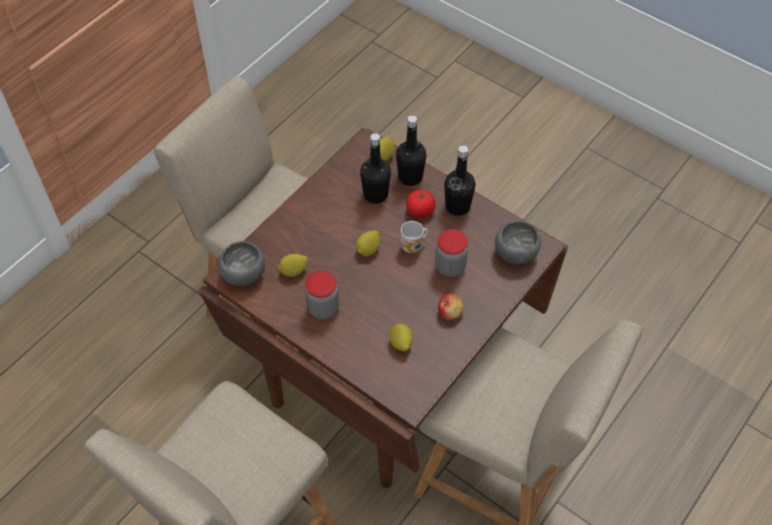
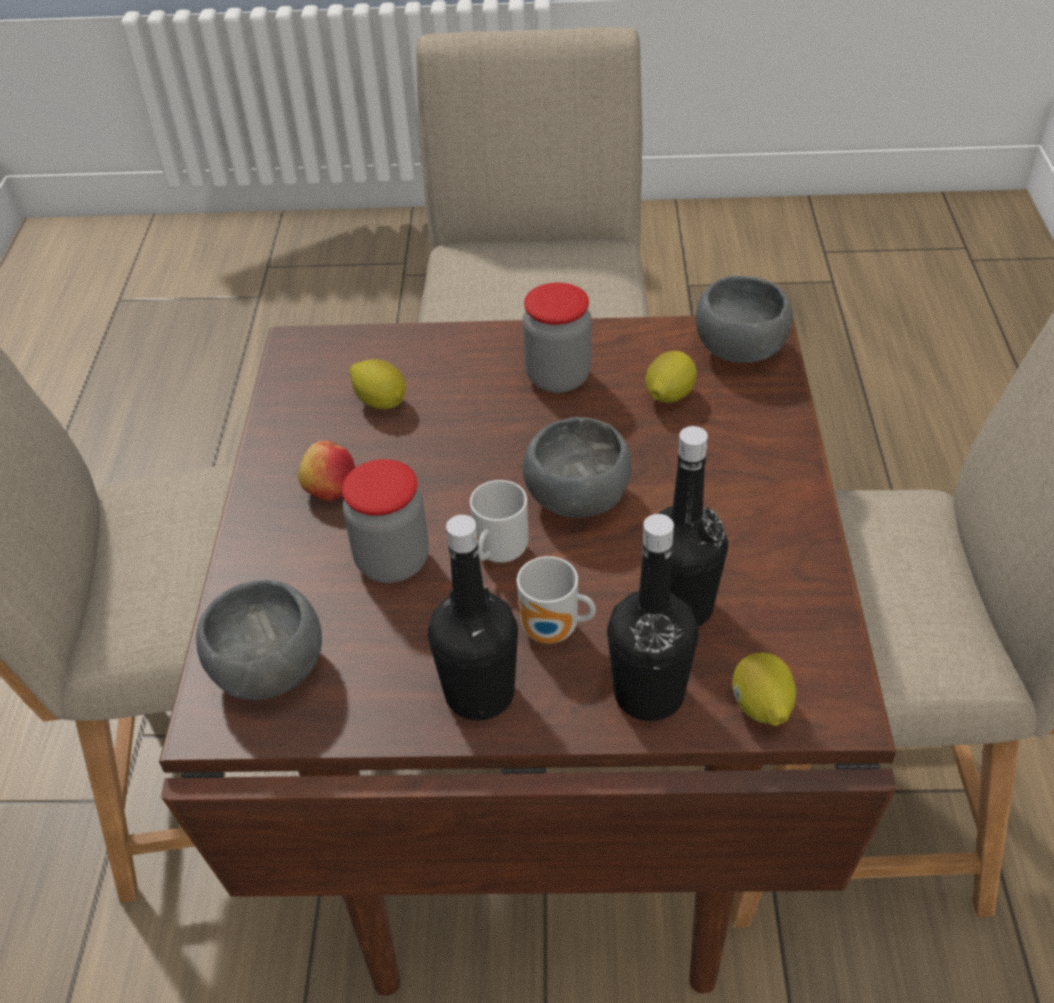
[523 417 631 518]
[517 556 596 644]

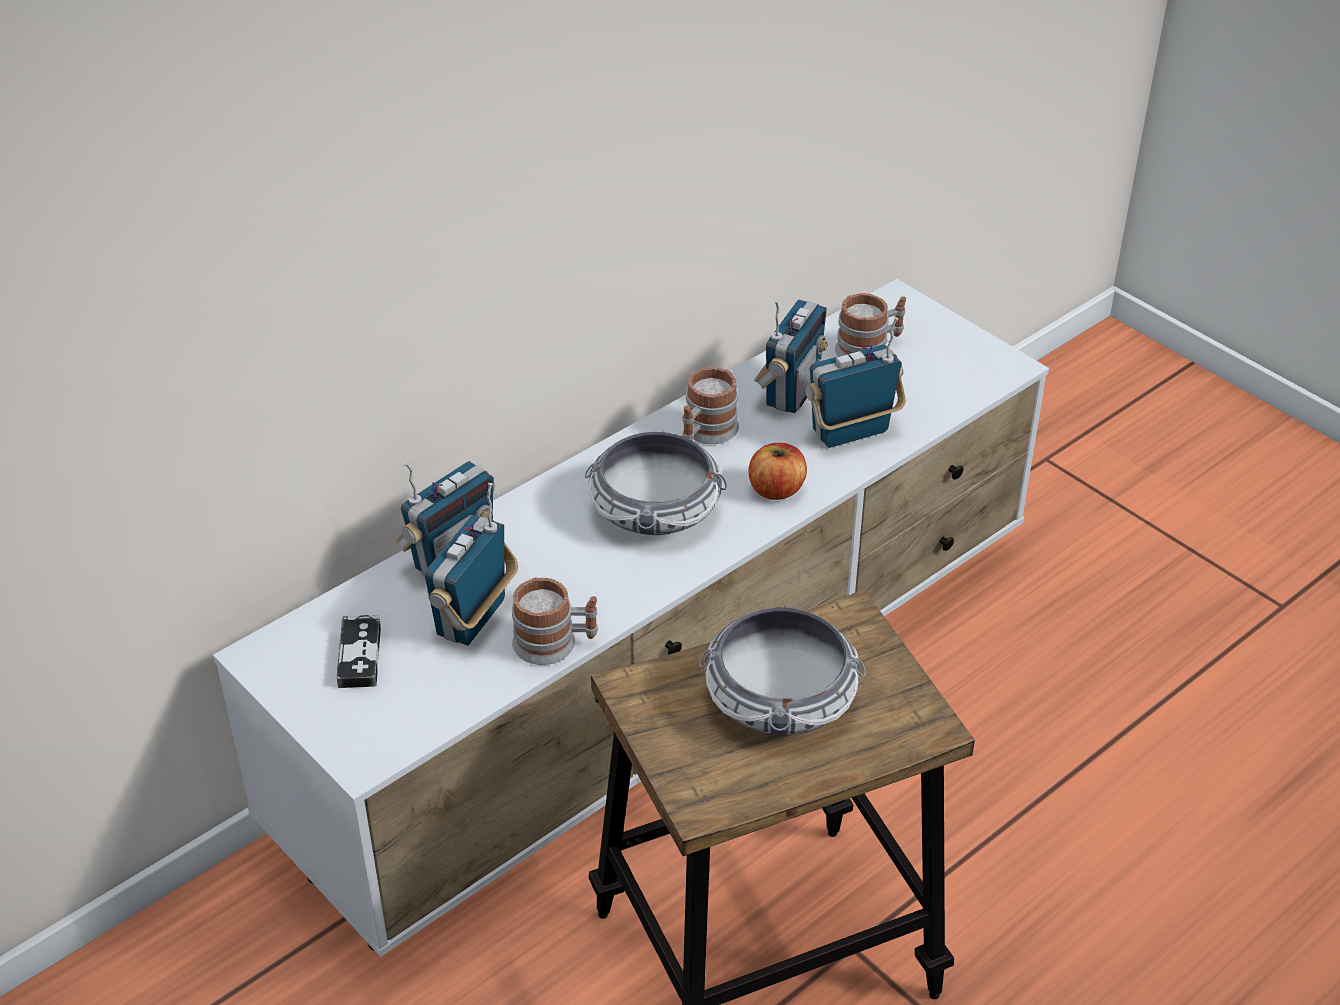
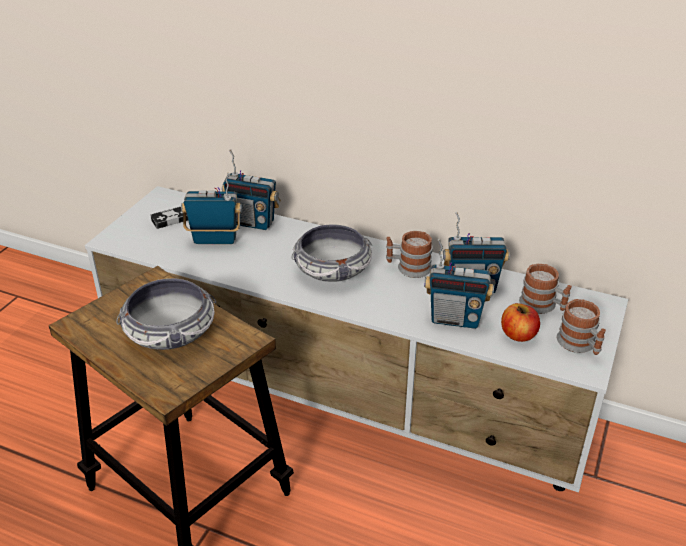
[557 299 606 355]
[501 303 540 342]
[424 239 494 329]

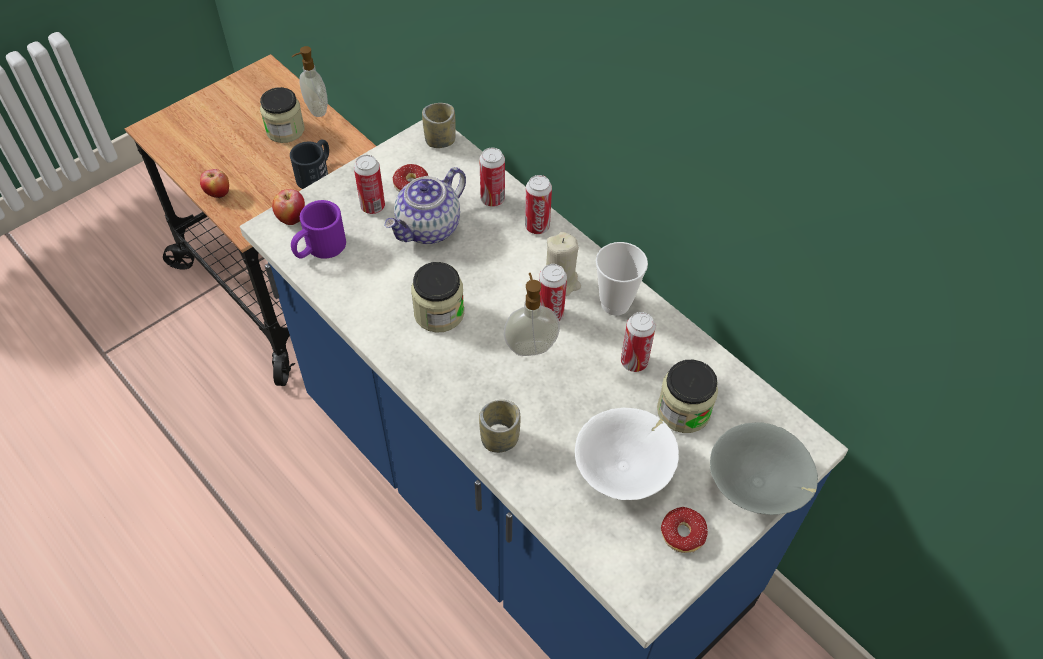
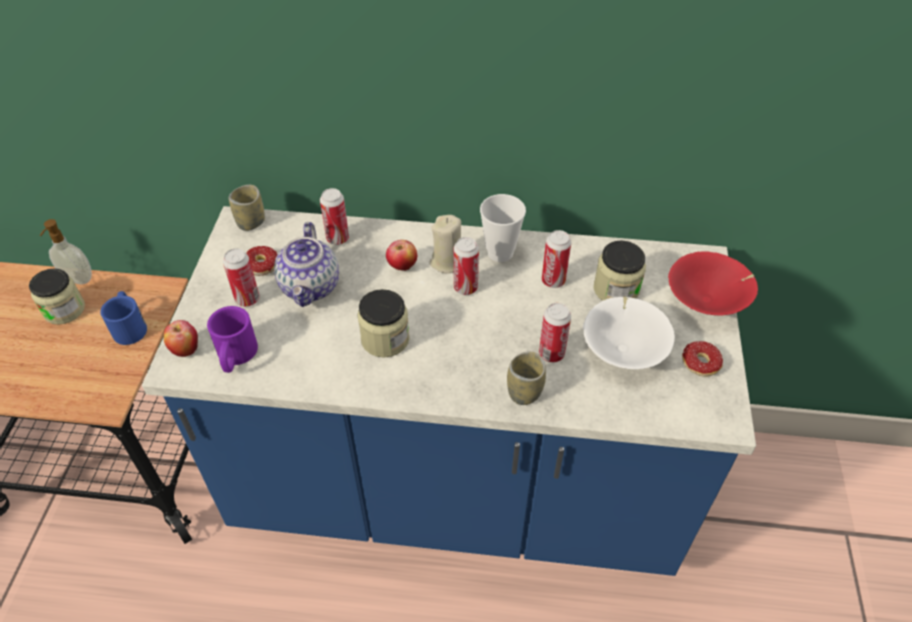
[504 273 560 356] (first image)
[386 240 417 271]
[539 303 571 362]
[100 291 147 345]
[668 251 758 316]

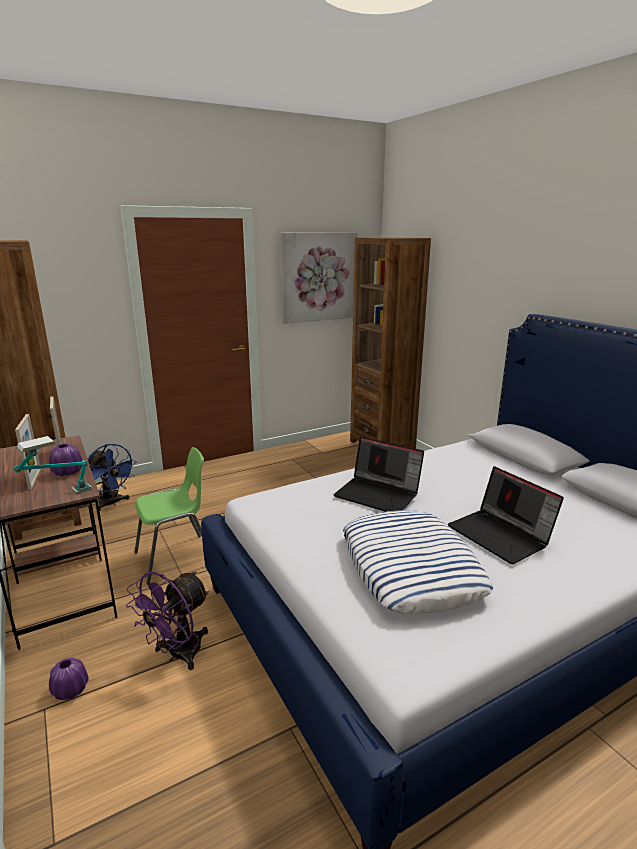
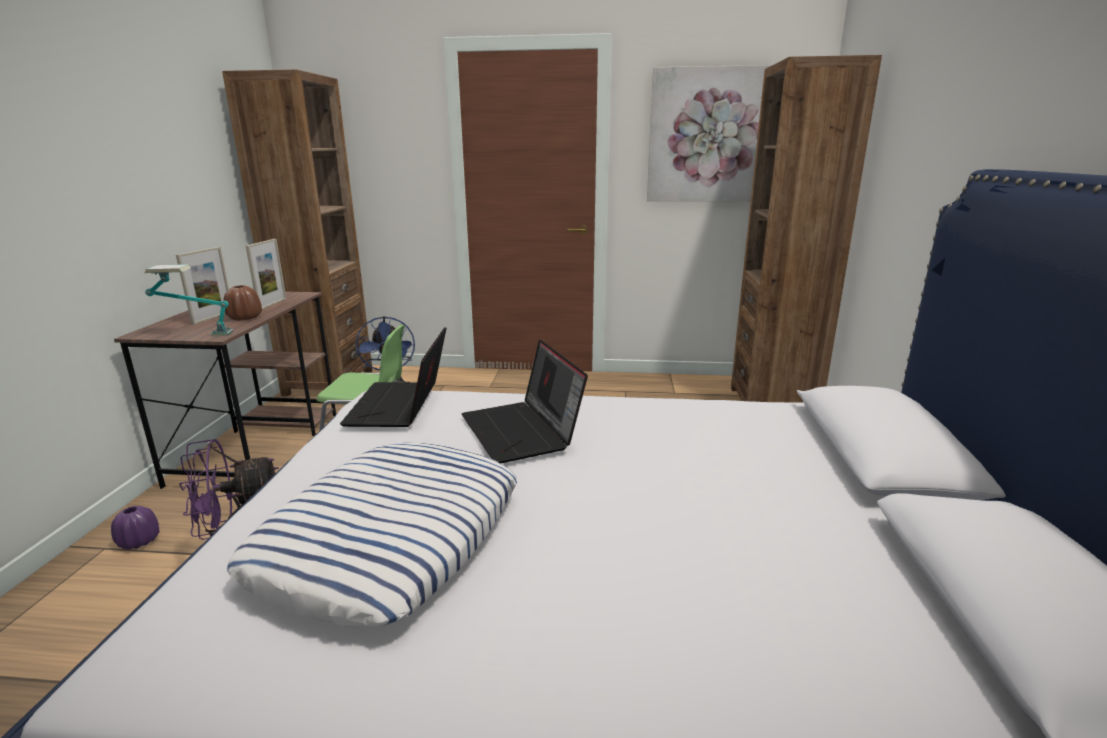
[340 327 446 427]
[223 285 262 321]

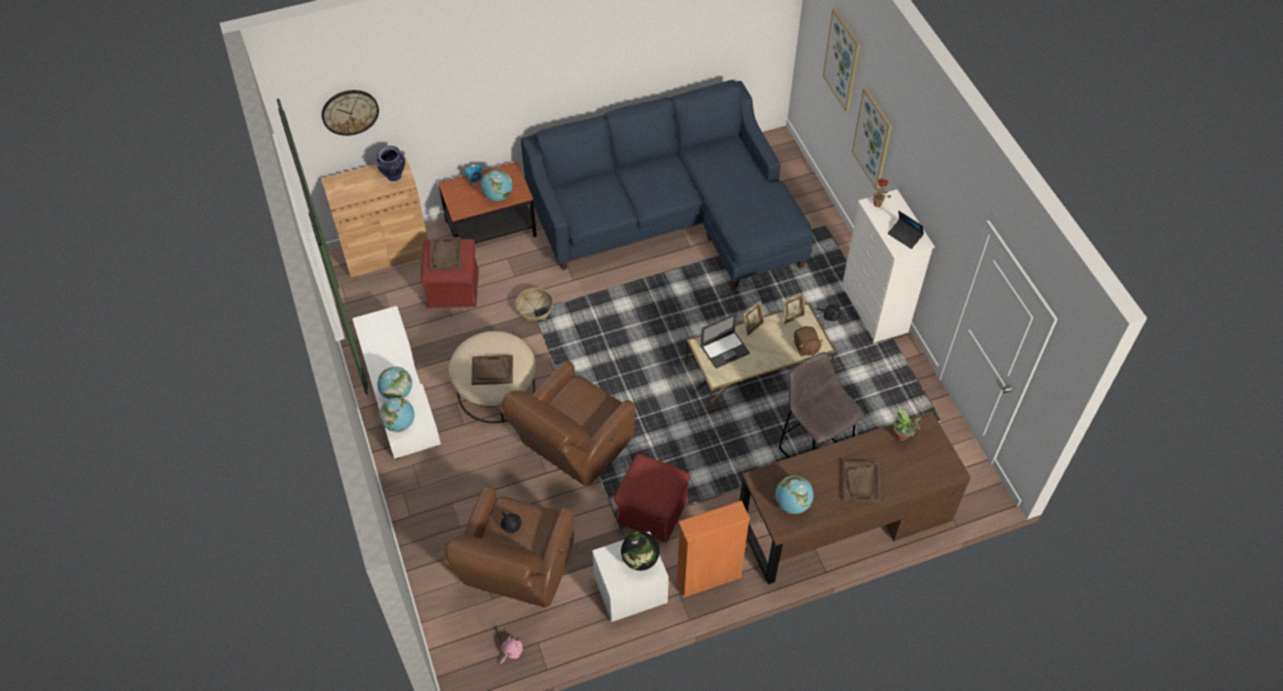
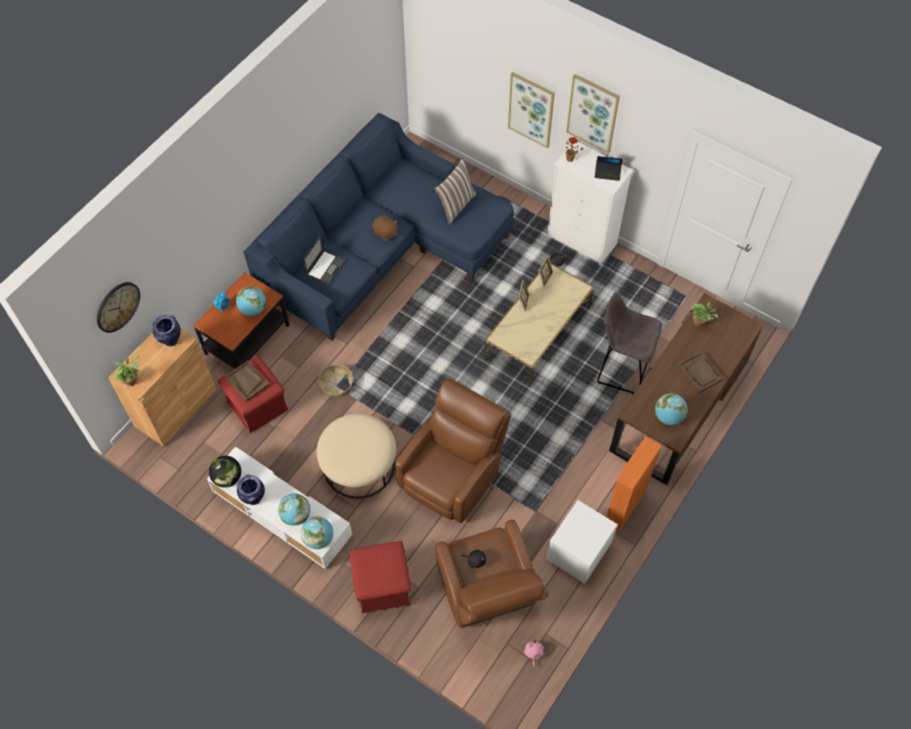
[471 355 513 385] (first image)
[114 356 140 386]
[237 474 265 505]
[434 157 476 225]
[350 541 412 613]
[209 456 241 488]
[303 235 346 285]
[372 215 398 241]
[566 74 620 154]
[395 378 511 523]

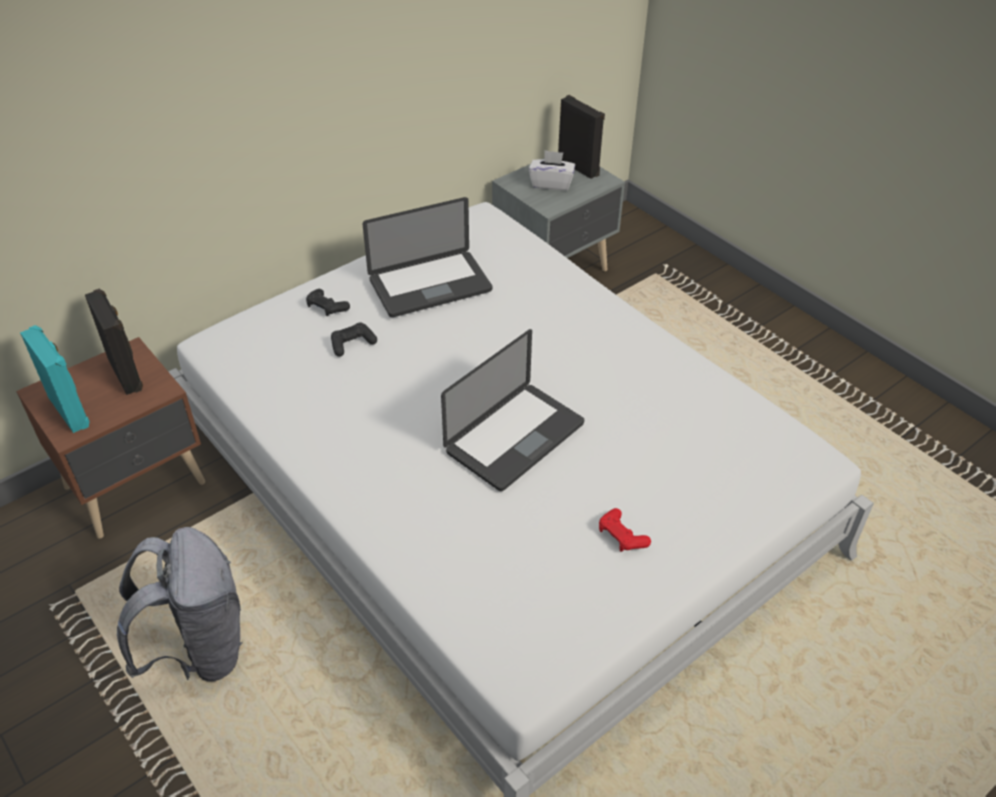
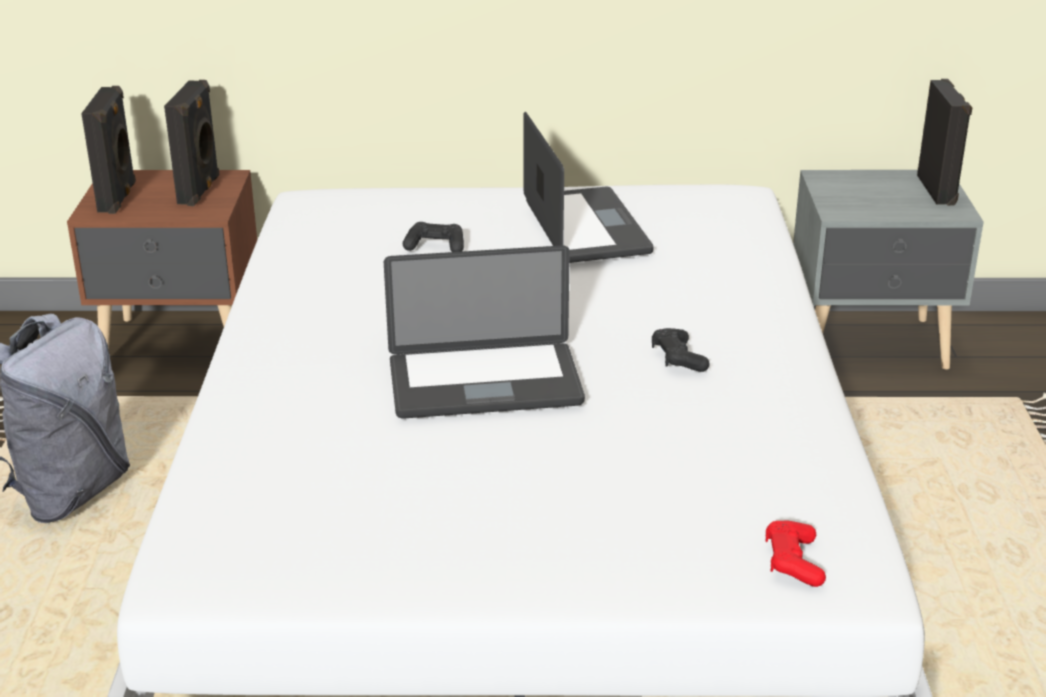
[529 150 575 191] (first image)
[652 328 710 372]
[766 520 826 587]
[81 86 136 214]
[523 111 654 263]

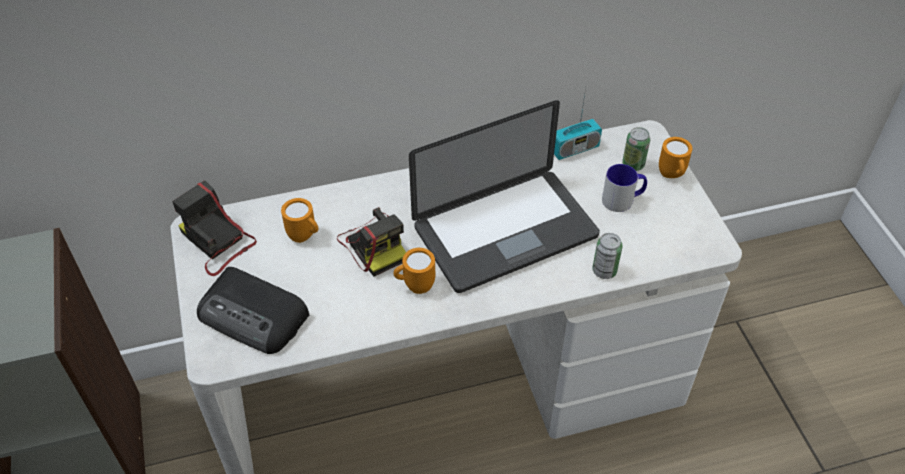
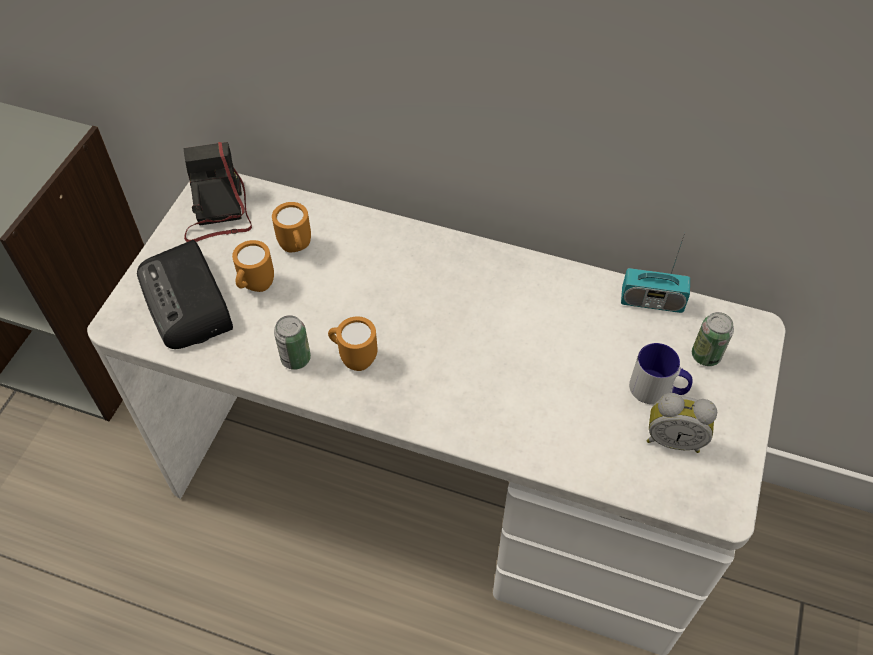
[337 207 406 276] (first image)
[409 100 600 293] (first image)
[647 393 717 453]
[274 315 311 370]
[232 240 274 292]

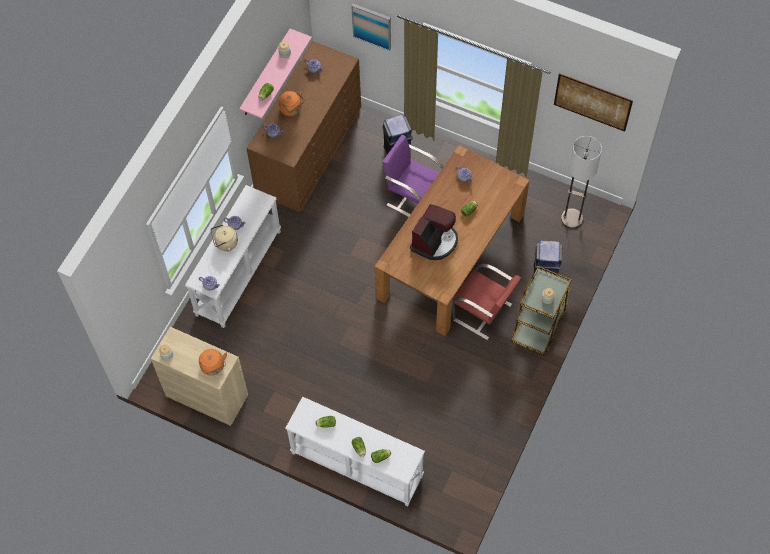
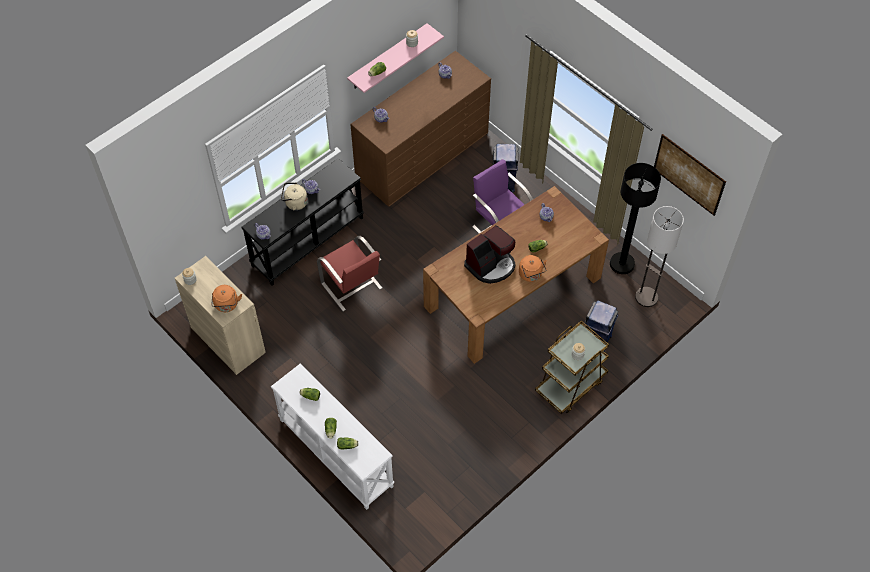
[351 4 391 51] (first image)
[610 163 661 274]
[519 255 547 282]
[317 236 383 311]
[241 158 364 286]

